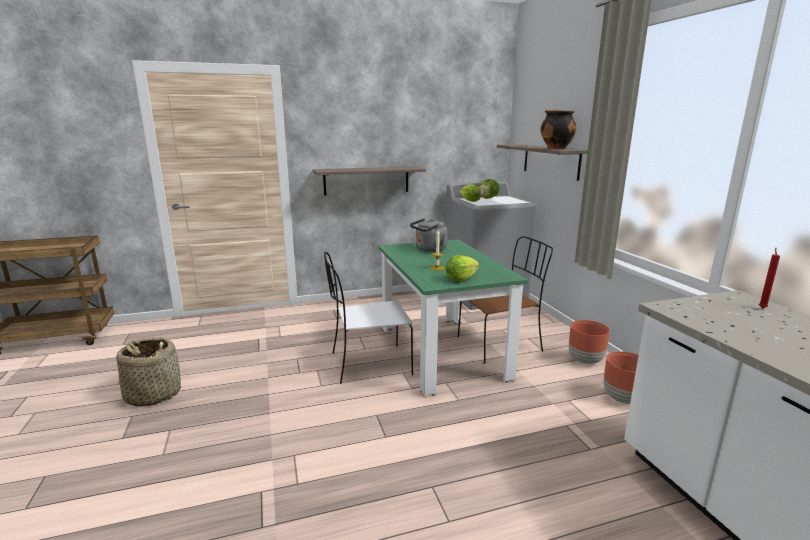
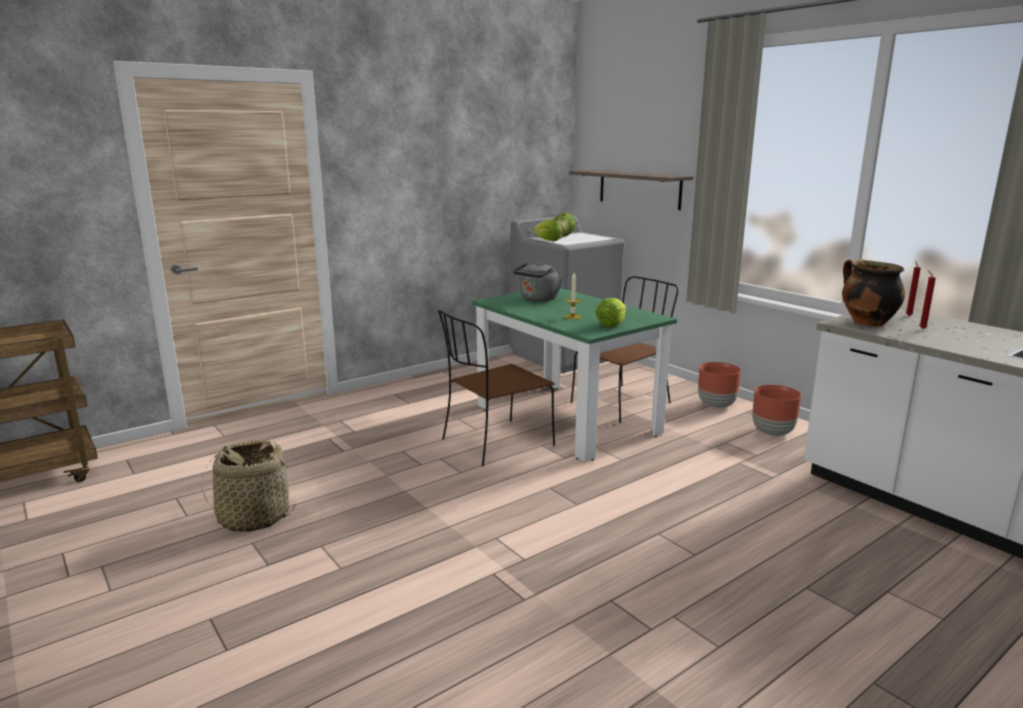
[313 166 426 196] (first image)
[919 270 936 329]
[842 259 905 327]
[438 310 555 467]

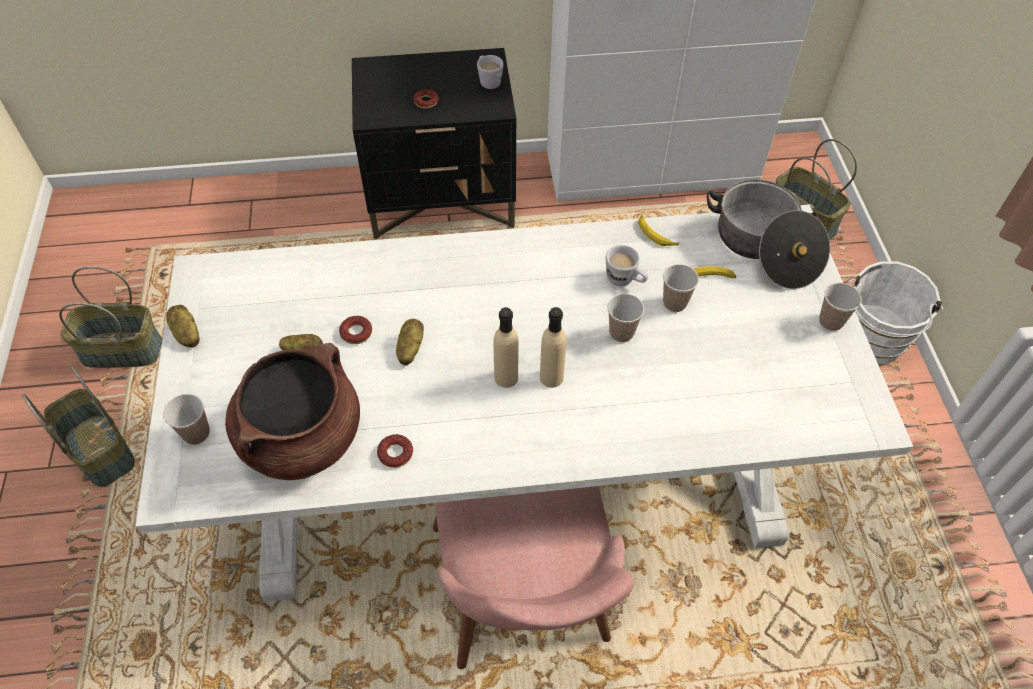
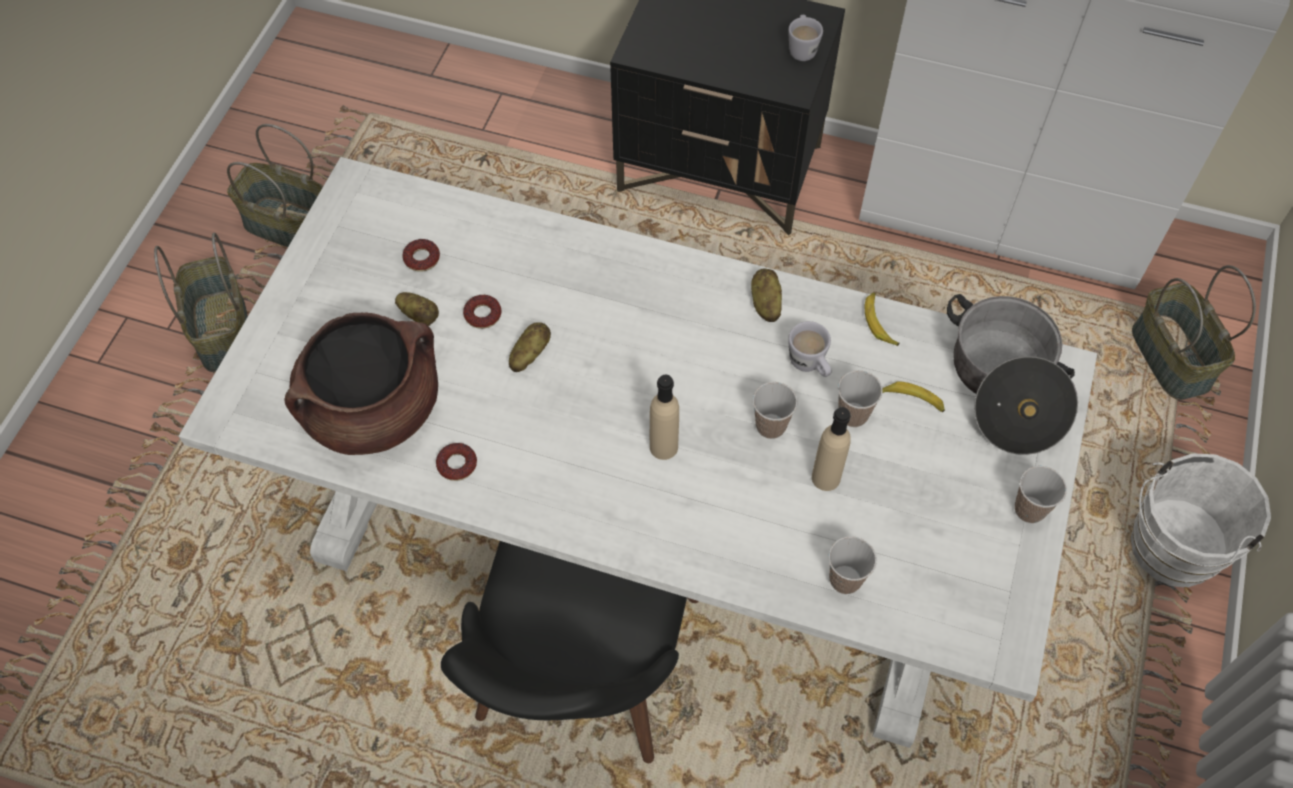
[828 536 877 594]
[751 269 782 322]
[402 239 440 272]
[812 407 851 491]
[441 541 699 763]

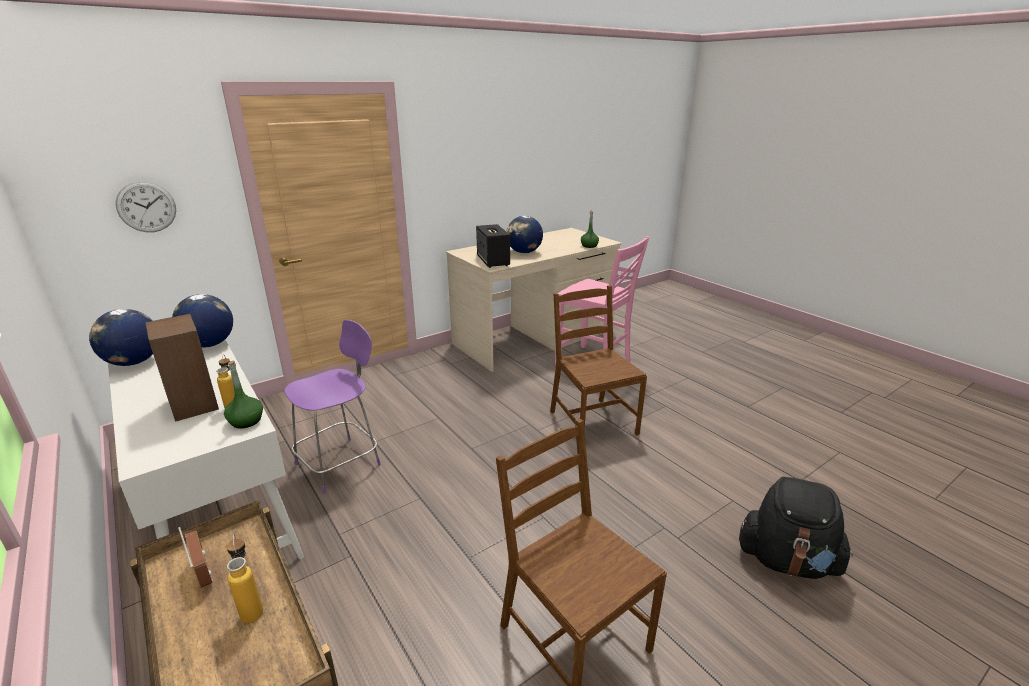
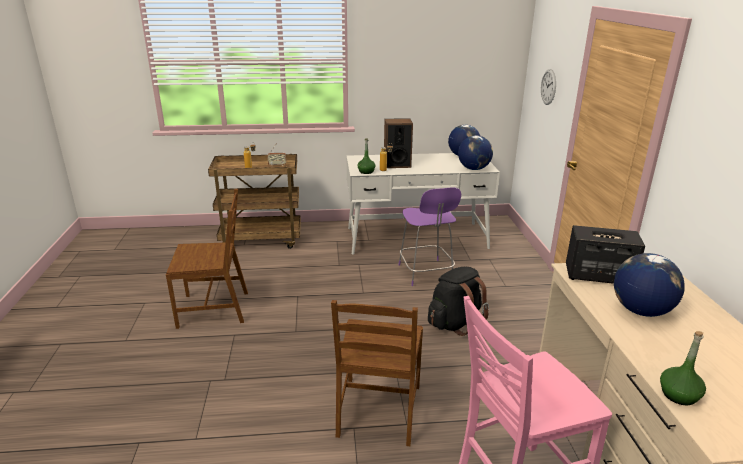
[428 267 489 336]
[331 300 423 446]

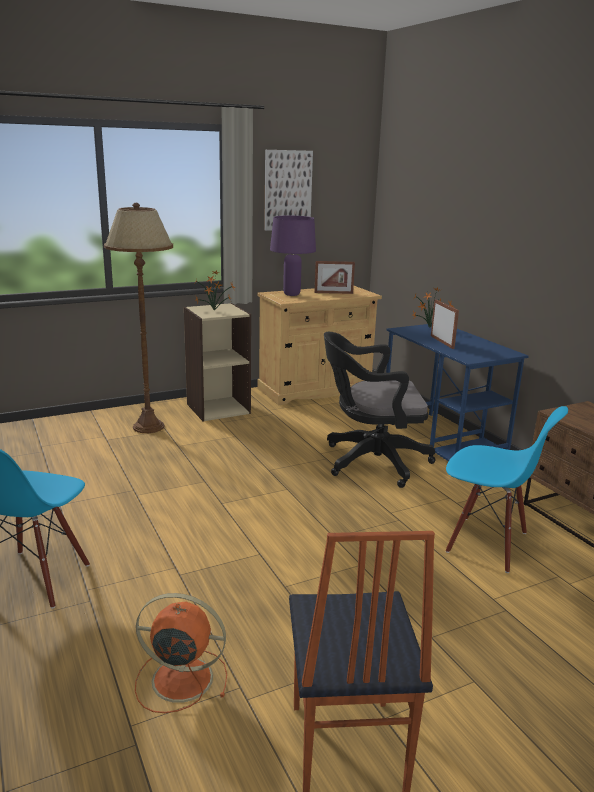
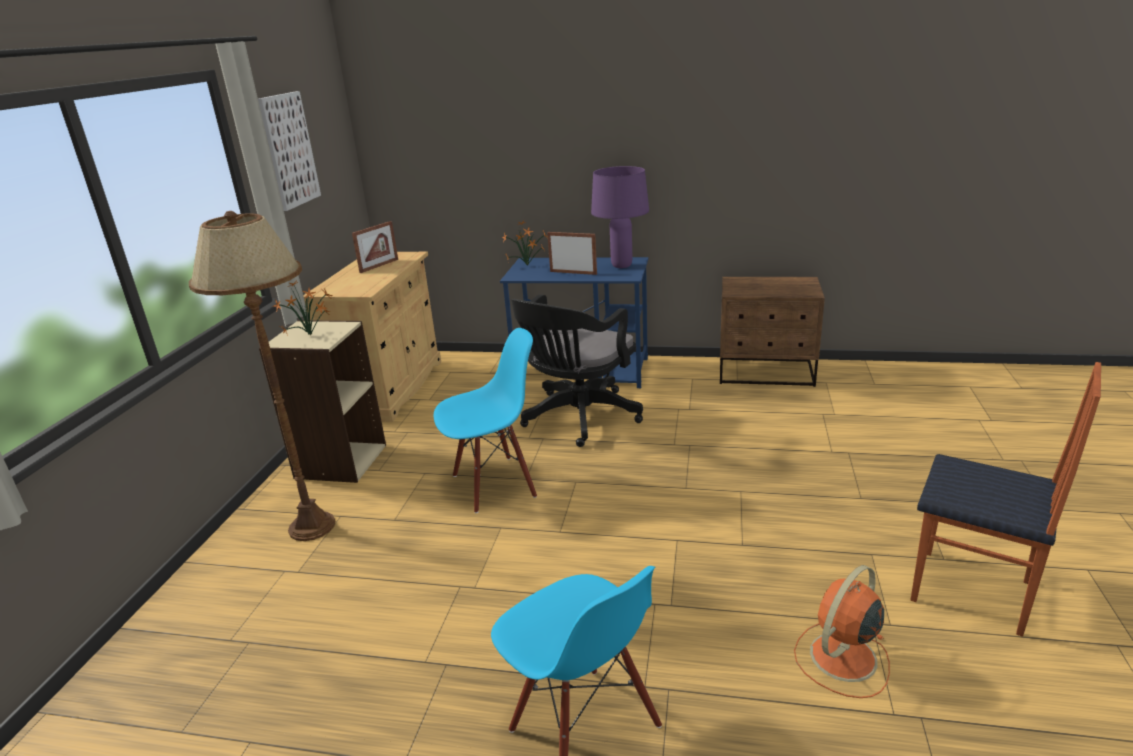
[591 166 649 268]
[434 328 537 513]

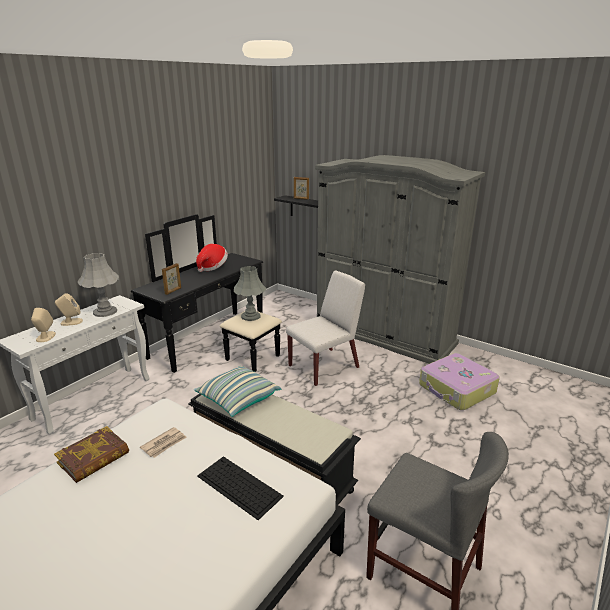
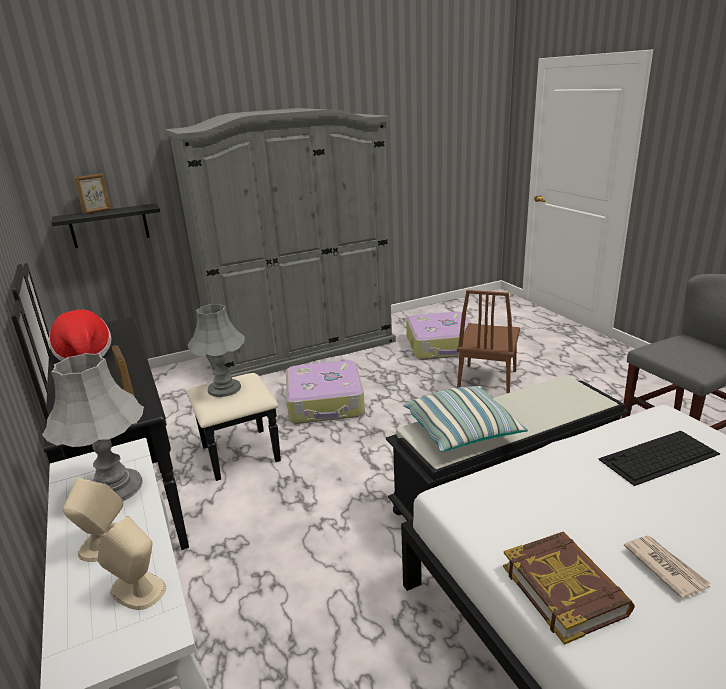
[457 290 520 393]
[624 535 711 599]
[286 360 365 424]

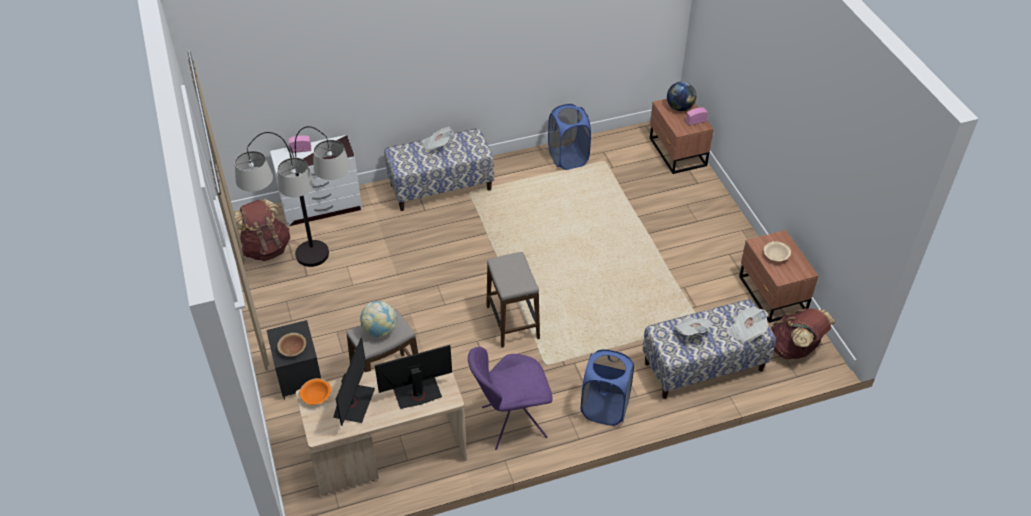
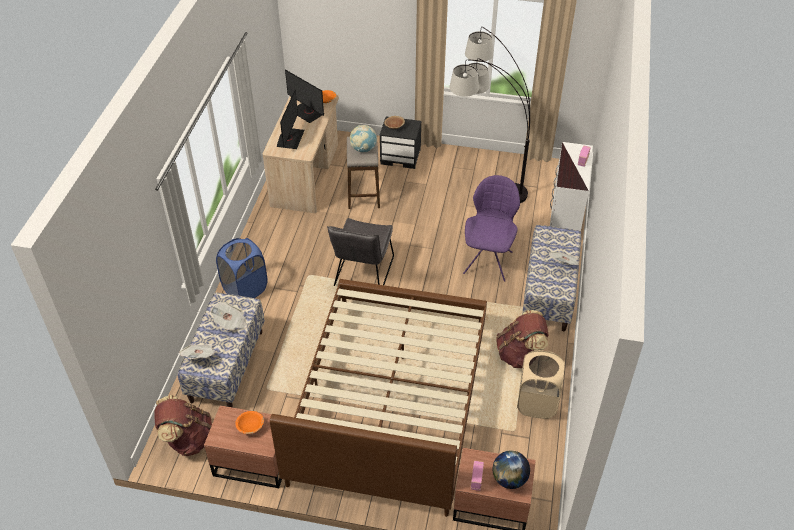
[270 279 487 517]
[496 310 549 368]
[463 175 520 282]
[327 218 394 286]
[517 350 565 419]
[235 411 264 434]

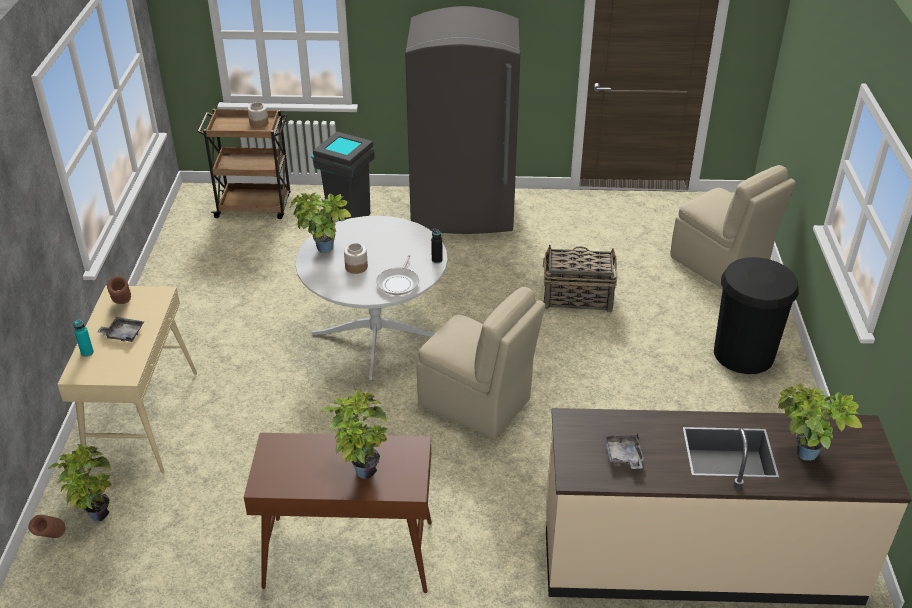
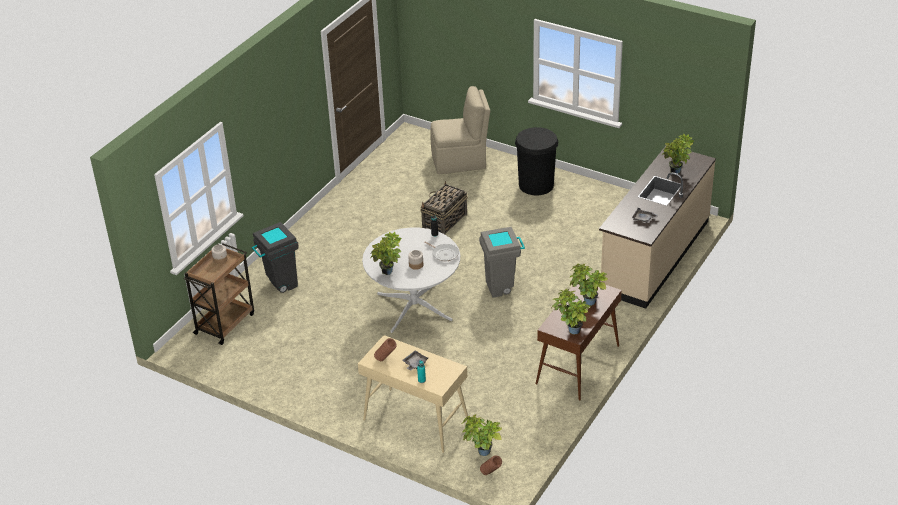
[405 6 521 234] (first image)
[552 288 591 335]
[479 227 525 298]

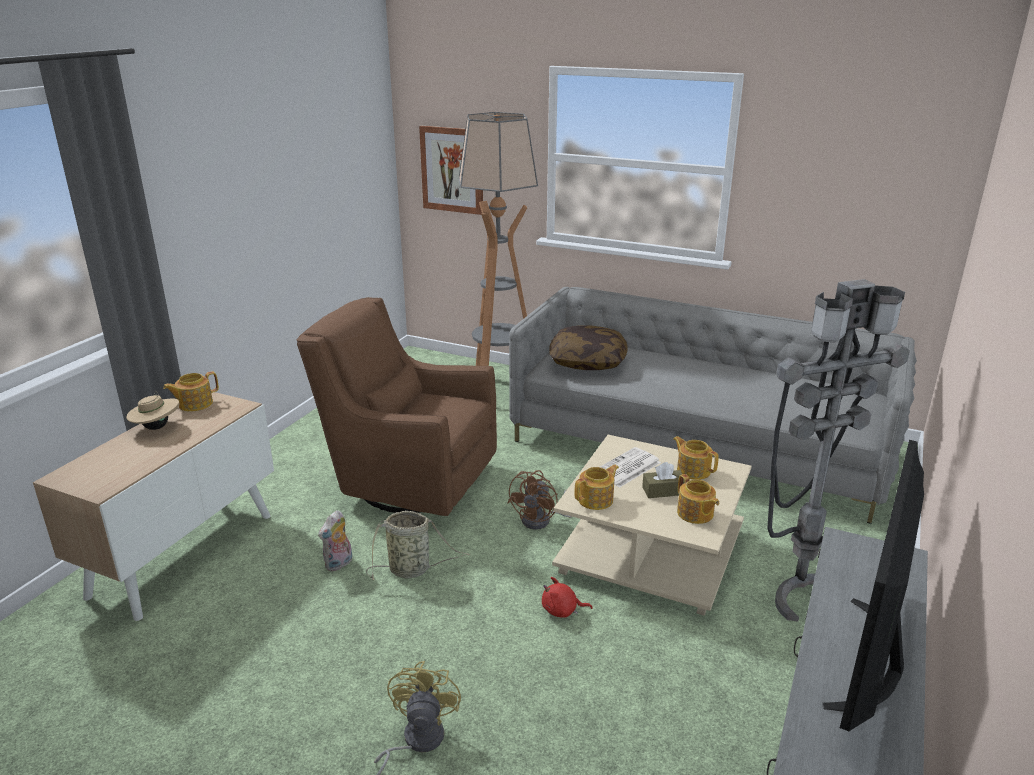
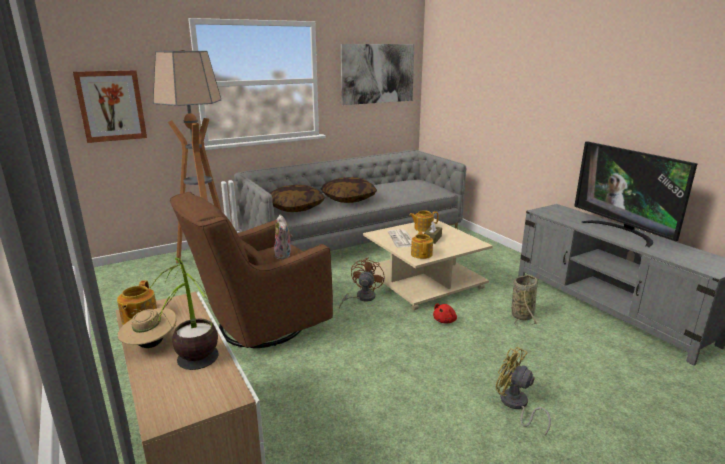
[677 474 719 524] (first image)
[767 279 910 621] (first image)
[149 258 219 370]
[320 177 377 203]
[341 44 415 105]
[274 215 293 259]
[512 275 538 326]
[339 257 384 308]

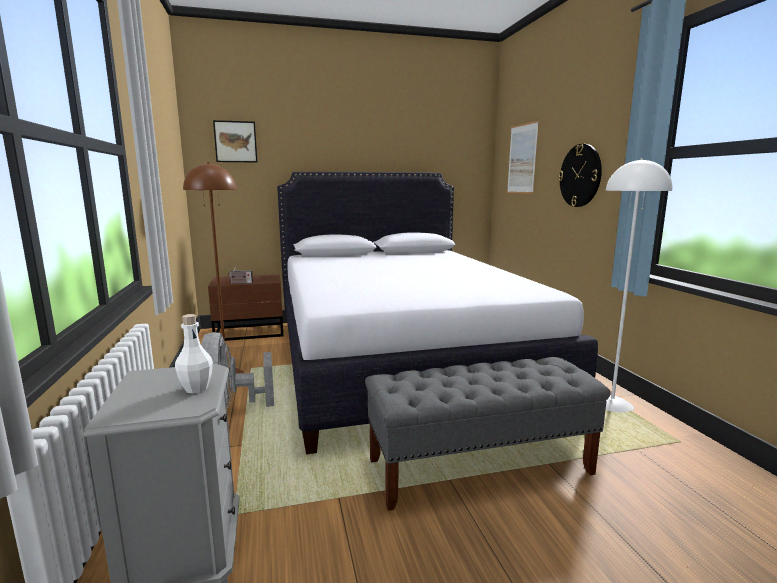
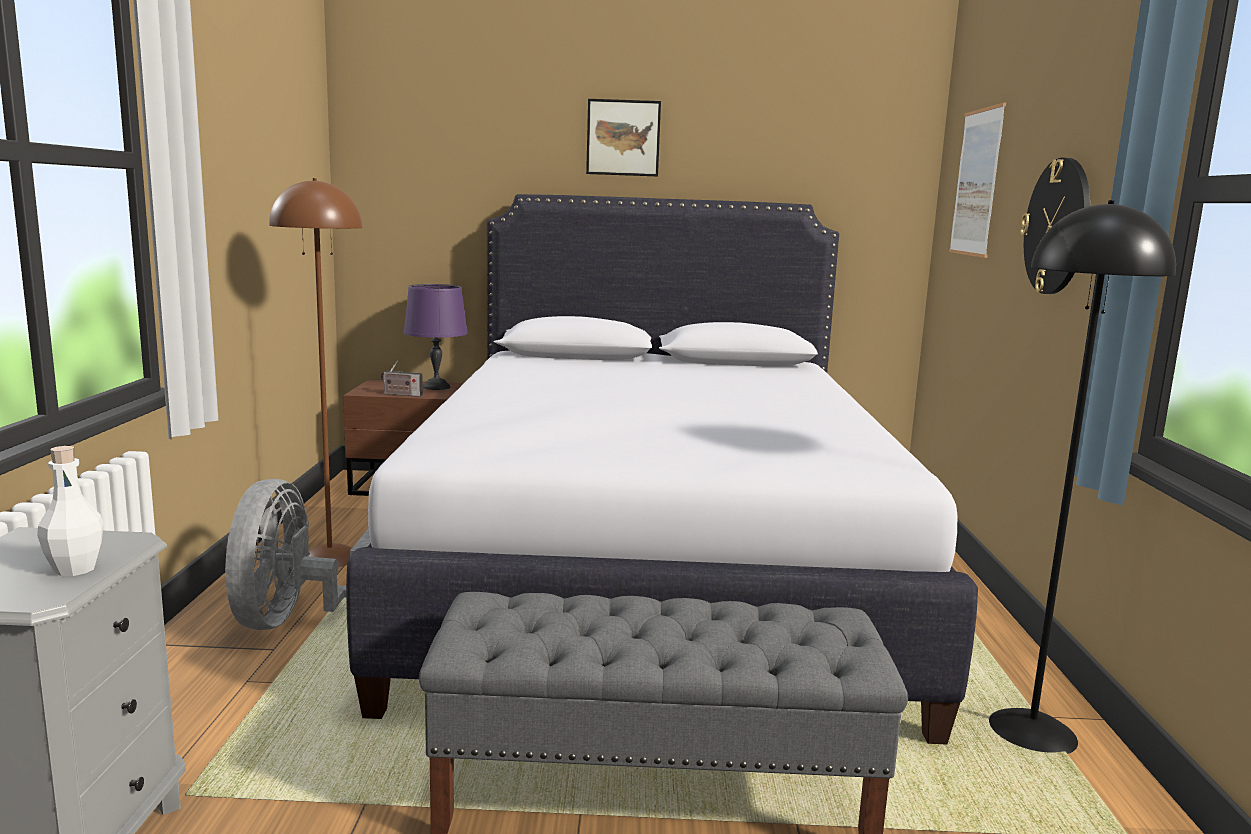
[404 284 468 390]
[586 99 661 176]
[989 200 1176 754]

